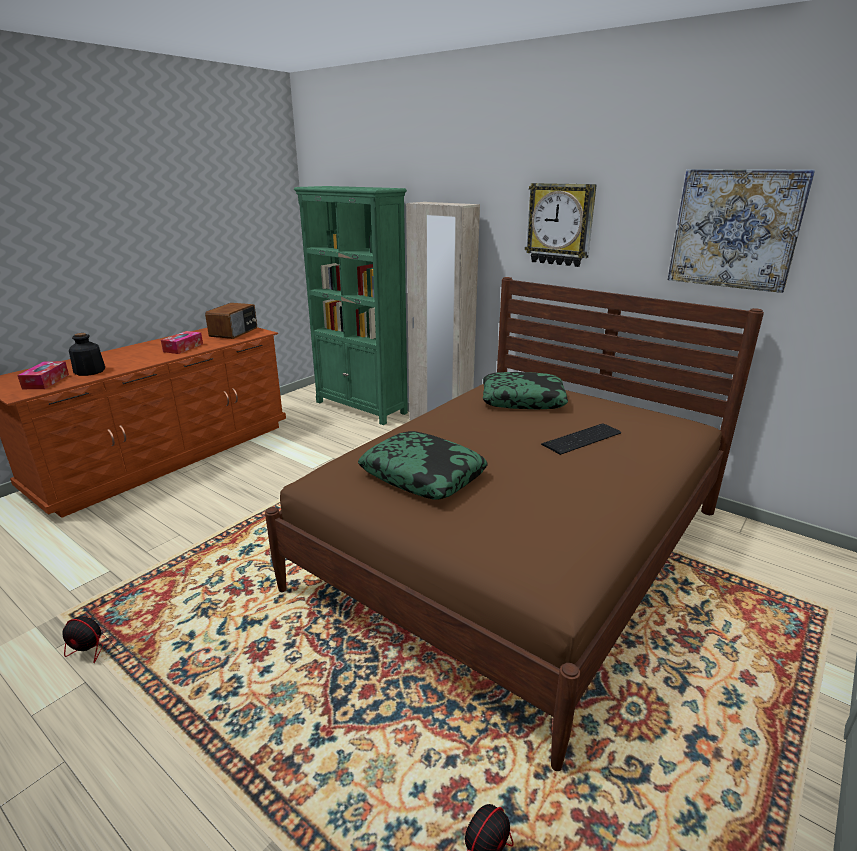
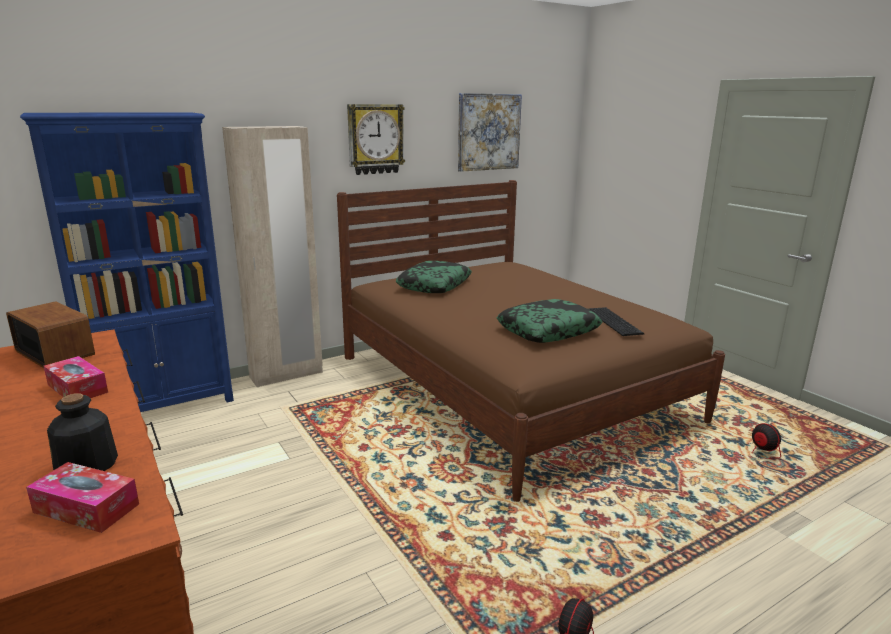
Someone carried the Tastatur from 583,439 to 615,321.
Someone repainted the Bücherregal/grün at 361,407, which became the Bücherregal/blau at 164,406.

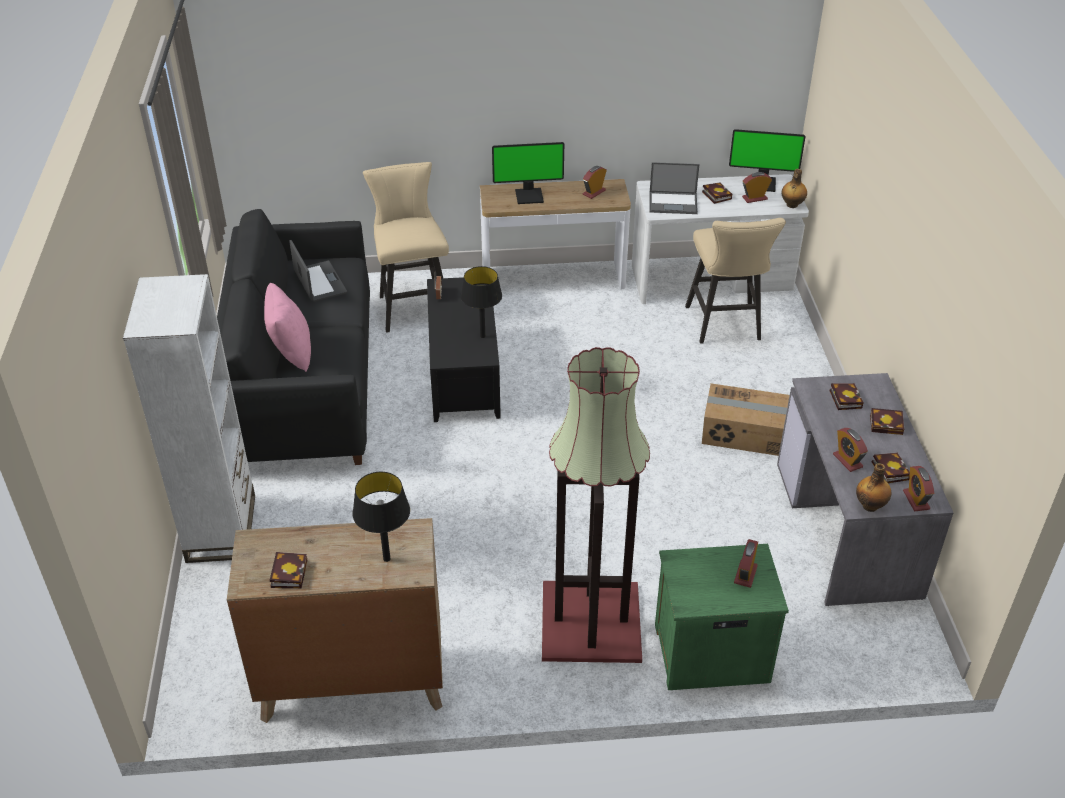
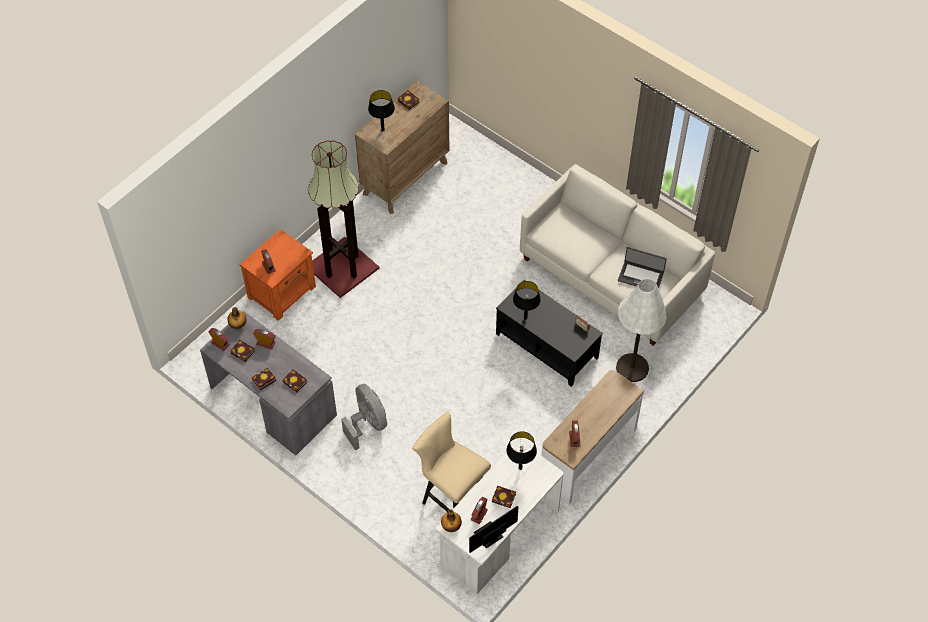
Someone took away the Bücherregal/weiß at 221,528.
Someone took away the Kissen/rosa at 291,352.
Someone took away the Monitor at 529,195.
Someone swapped the Hocker/beige at 413,306 for the Stehlampe/weiß at 632,368.
Someone swapped the Laptop at 673,203 for the Tischlampe/schwarz at 520,468.
Someone swapped the Karton at 748,434 for the Ventilator/grau at 367,424.
Someone repainted the Sofa/schwarz at 303,384, which became the Sofa/weiß at 611,276.
Someone repainted the Nachttisch/grün at 709,652, which became the Nachttisch/orange at 283,292.

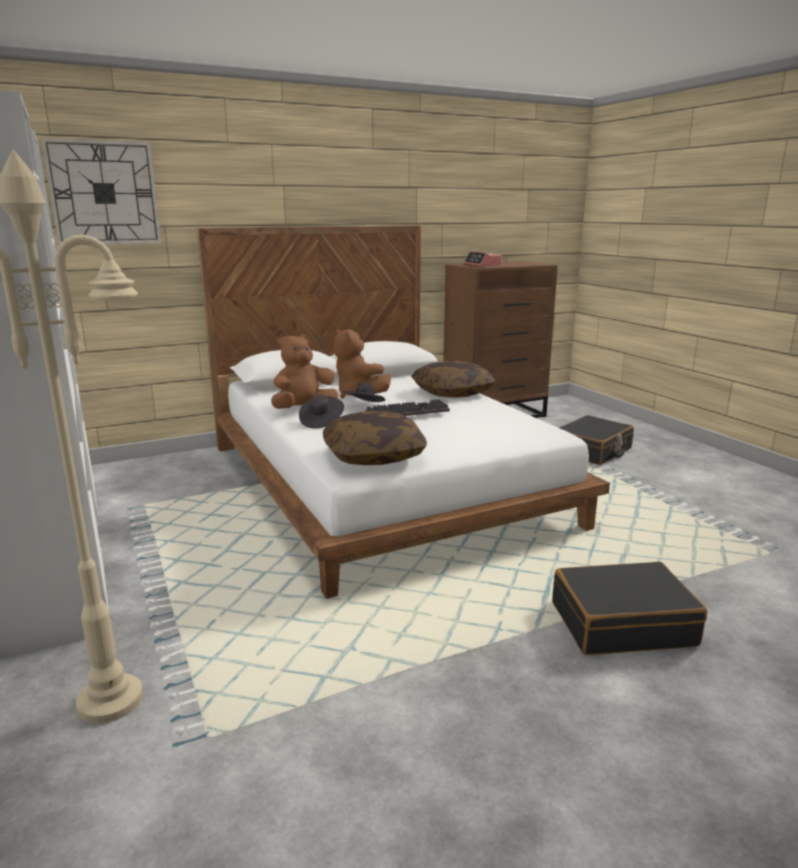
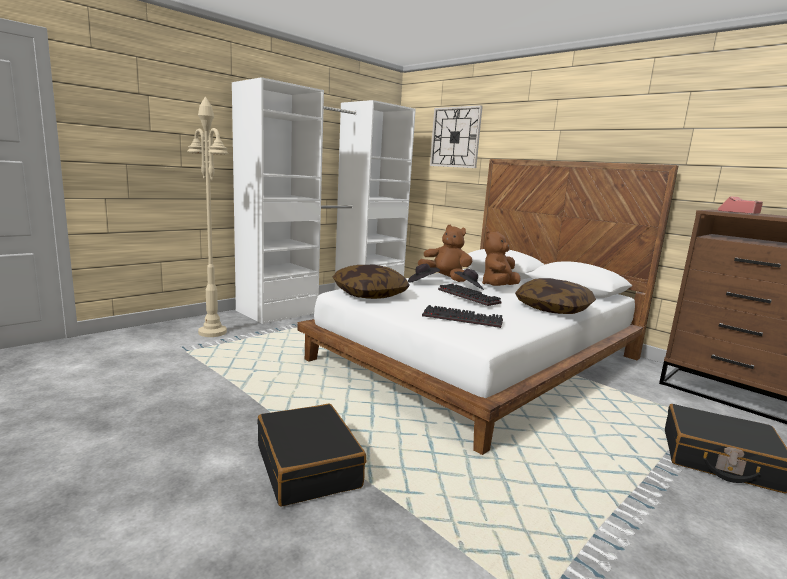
Someone put down the Tastatur at 464,318.

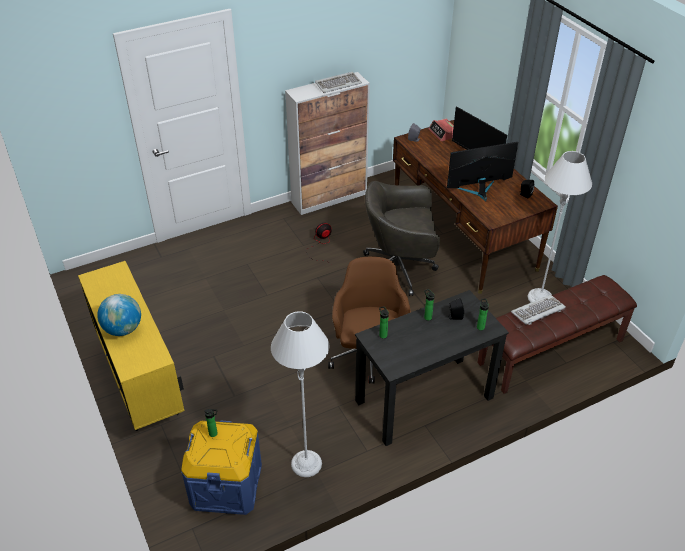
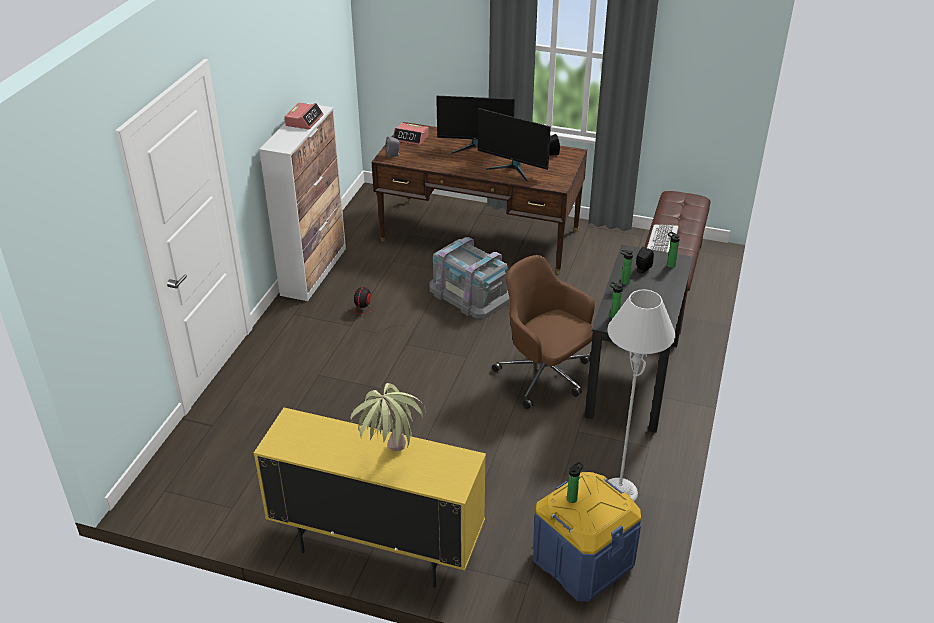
Someone took away the Stehlampe/grau at 540,298.
Someone swapped the Globus at 123,329 for the Topfpflanze at 389,462.
Someone swapped the Tastatur at 338,84 for the Wecker at 304,120.
Someone swapped the Bürostuhl/grau at 399,269 for the Aufbewahrungsbox/grau at 469,294.
Someone rotated the Monitor at 479,191 by 90 degrees counterclockwise.

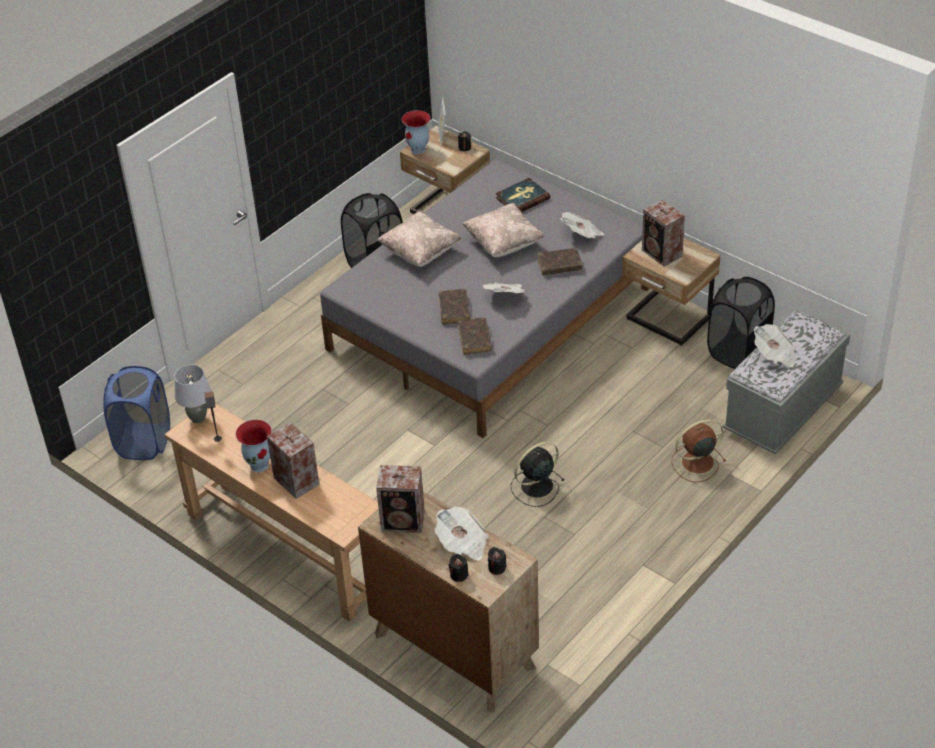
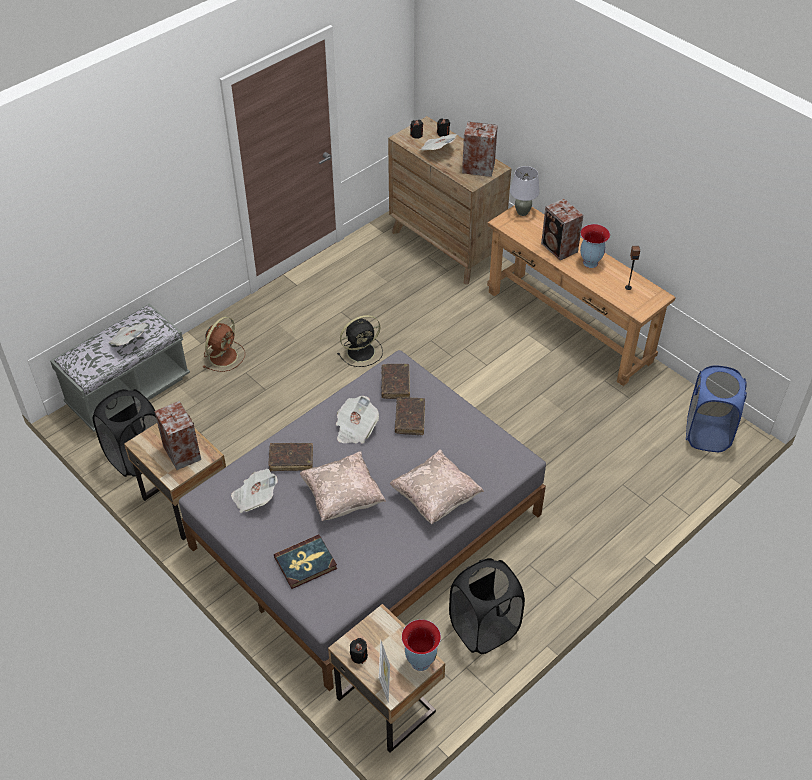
Someone carried the Tischlampe/grau from 198,418 to 522,212.
Someone rotated the Ventilator/braun at 696,463 by 45 degrees counterclockwise.

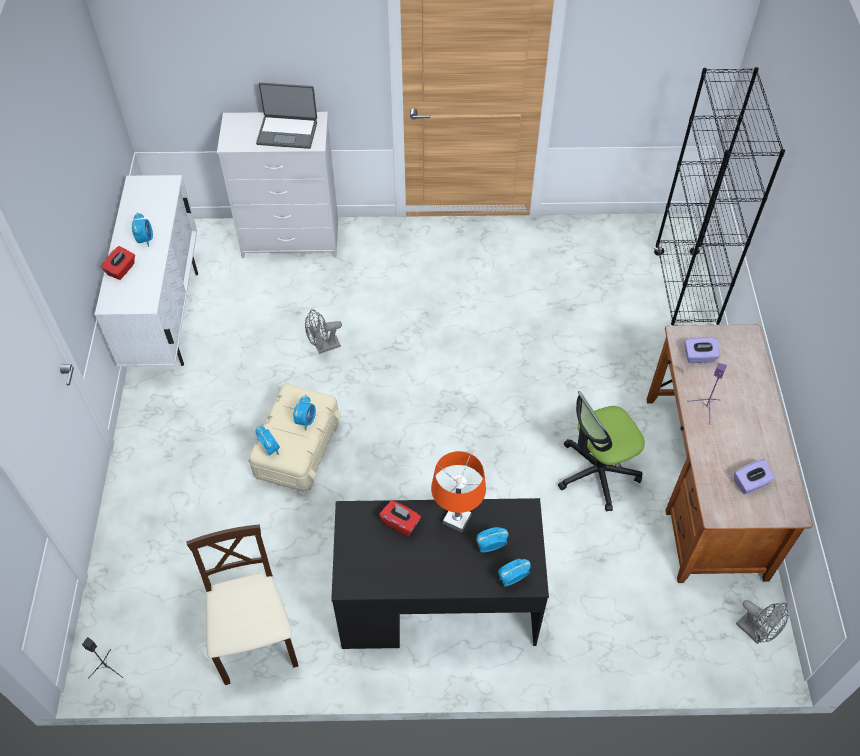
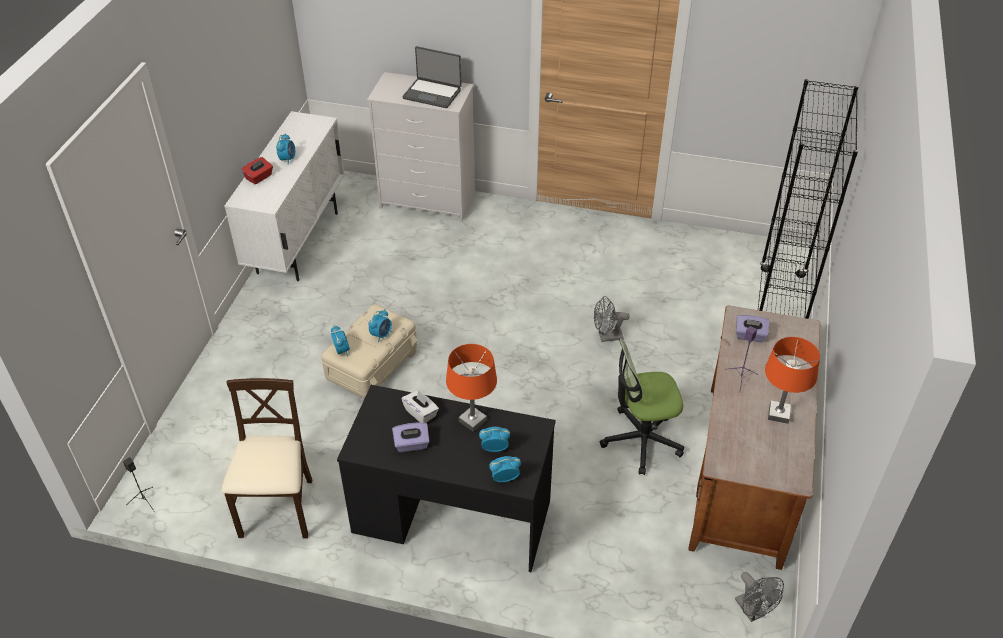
Someone put down the Tischlampe/orange at 778,414.
Someone carried the Ventilator/grau from 323,347 to 607,337.
Someone carried the Taschentuchbox/lila from 750,483 to 411,444.
Someone repainted the Taschentuchbox/rot at 400,523, which became the Taschentuchbox/weiß at 421,413.

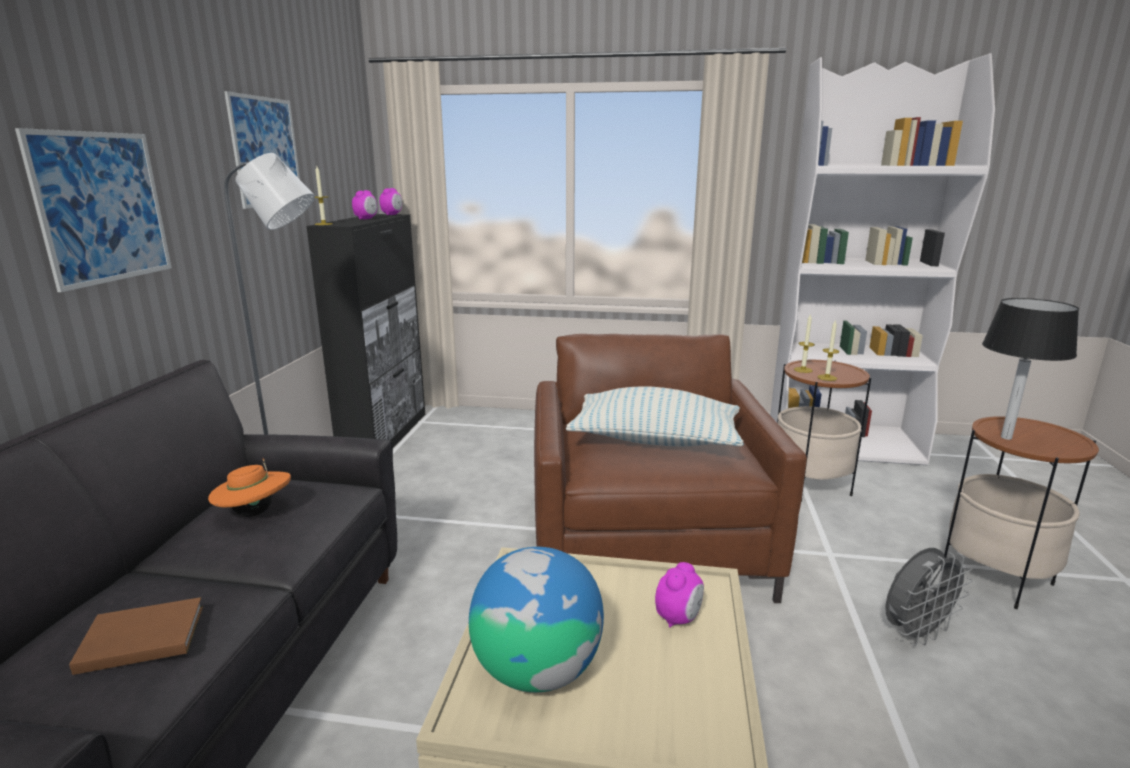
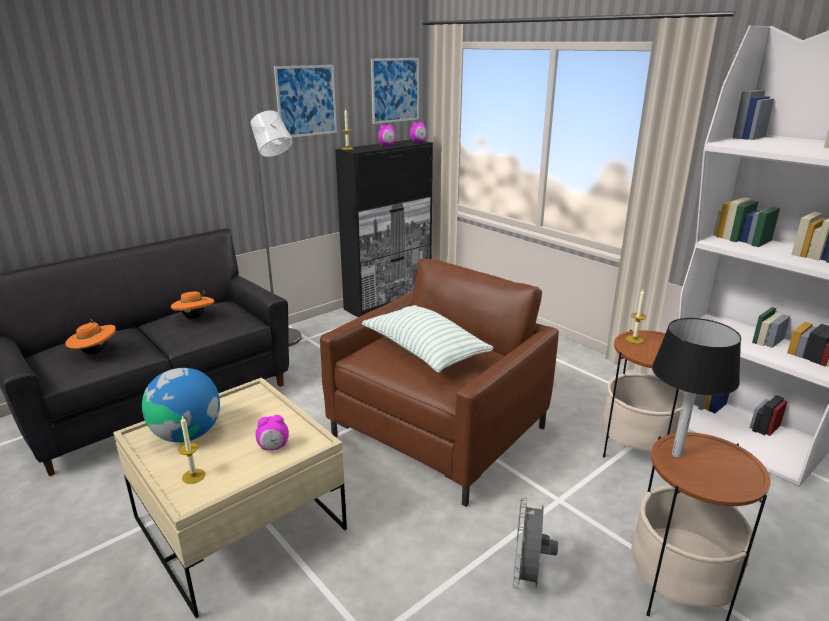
Someone carried the Bild from 102,207 to 395,90.
Someone carried the Kerze from 827,377 to 193,476.
Someone swapped the Buch/braun at 139,638 for the Hut/orange at 94,352.
Someone rotated the Ventilator/grau at 915,633 by 90 degrees clockwise.

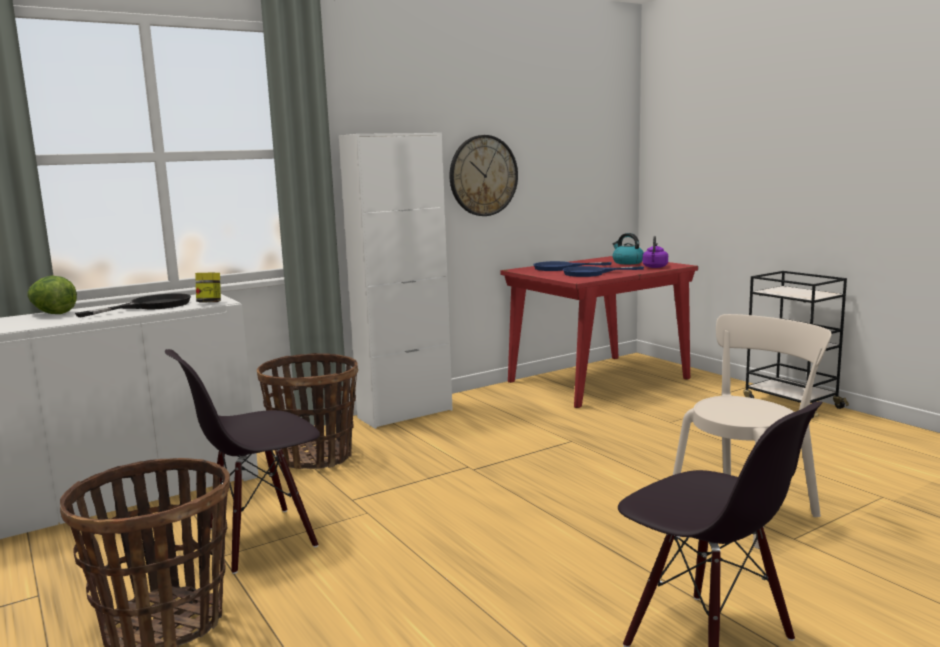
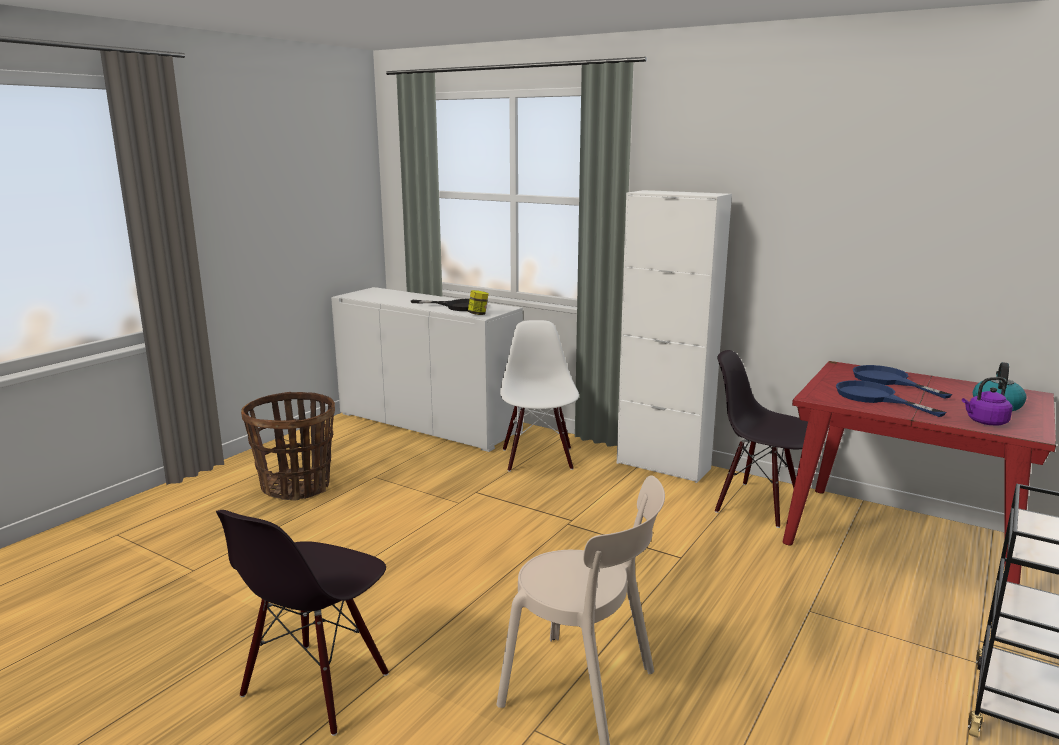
Someone took away the Salatkopf at 53,313.
Someone took away the Wanduhr at 483,175.
Someone carried the Stuhl/schwarz from 260,538 to 758,504.
Someone swapped the Korb at 315,457 for the Stuhl/weiß at 538,459.

